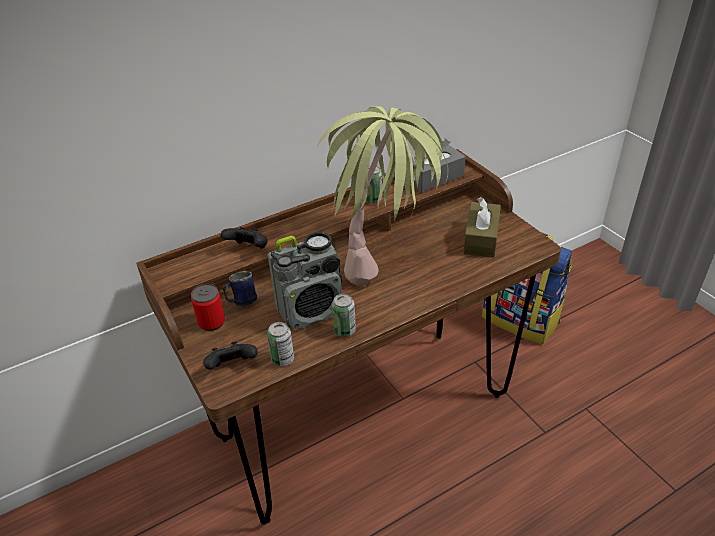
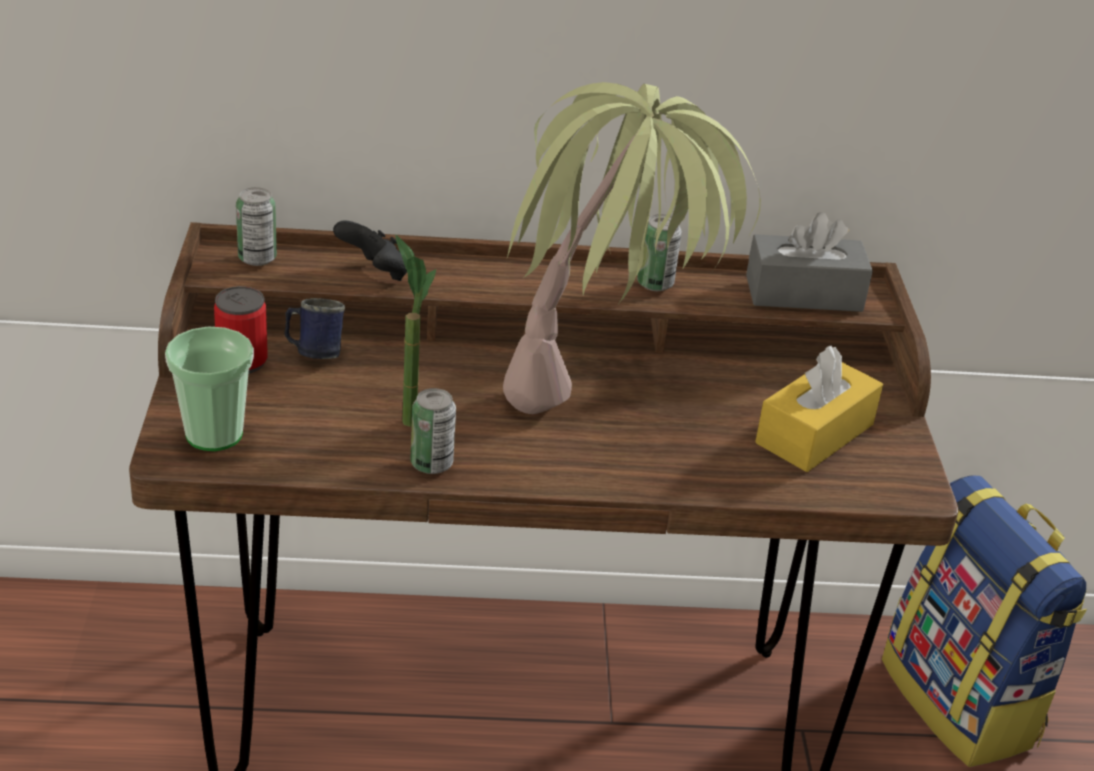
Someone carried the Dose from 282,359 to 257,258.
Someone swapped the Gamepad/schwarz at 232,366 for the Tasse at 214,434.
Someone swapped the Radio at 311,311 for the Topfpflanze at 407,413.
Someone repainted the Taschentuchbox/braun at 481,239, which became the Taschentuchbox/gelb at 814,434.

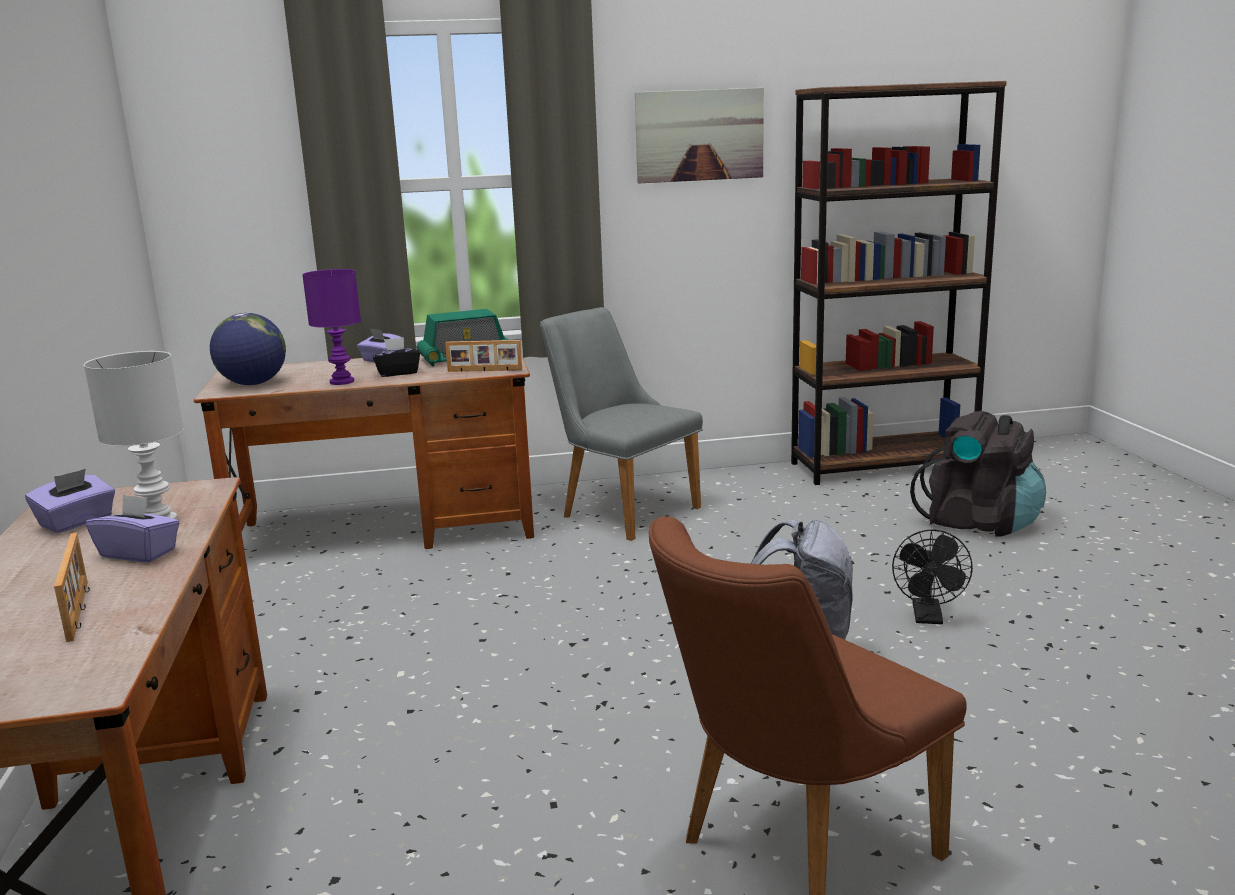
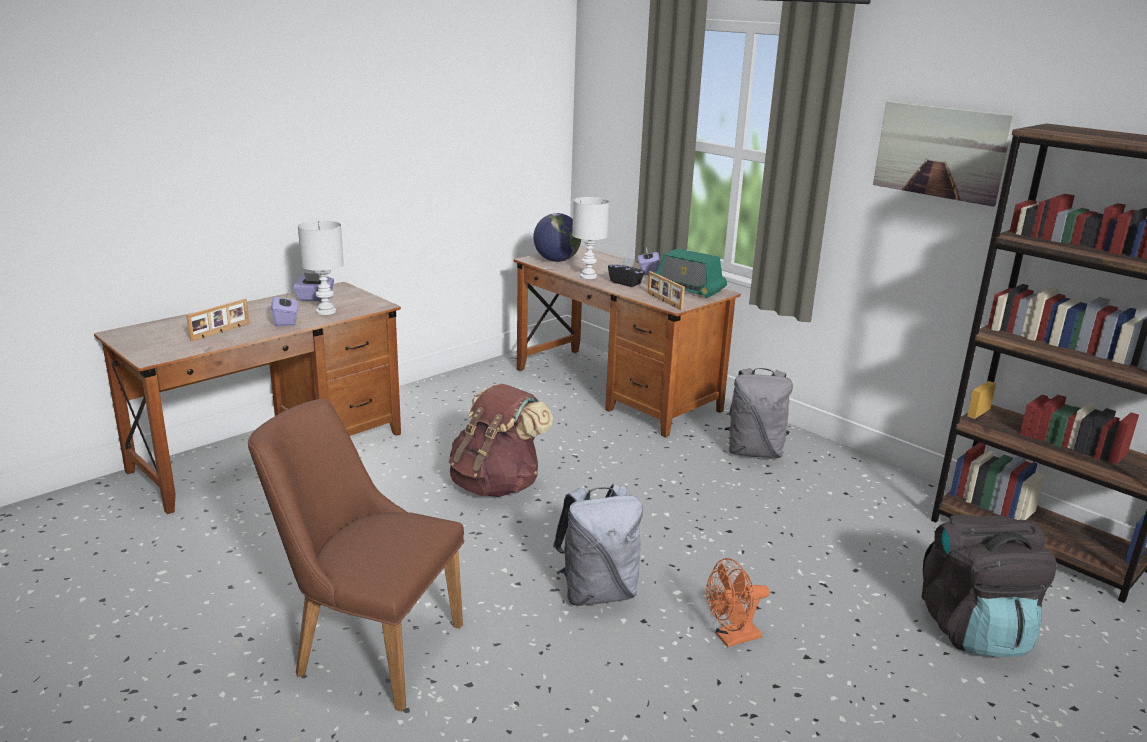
Someone put down the Rucksack/braun at 497,485.
Someone swapped the Stuhl/grau at 620,509 for the Rucksack/grau at 754,452.
Someone repainted the Tischlampe/lila at 341,382, which became the Tischlampe/weiß at 587,276.
Someone repainted the Ventilator/schwarz at 928,618, which became the Ventilator/orange at 732,638.

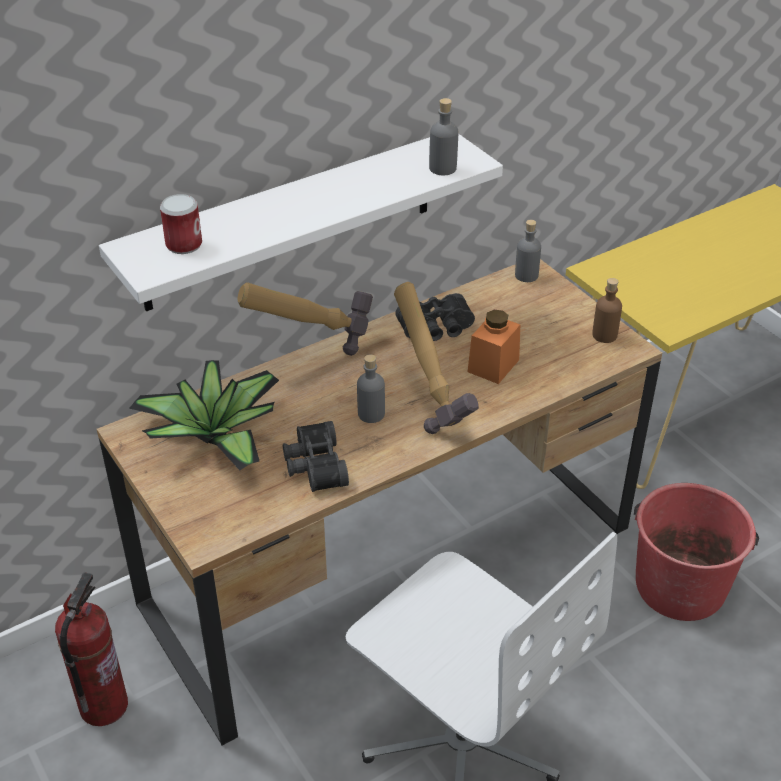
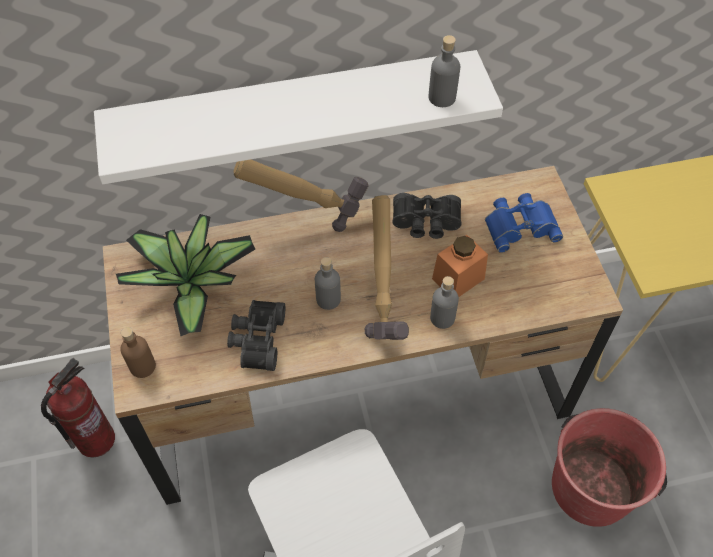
Someone took away the Dose at 184,244.
Someone put down the Fernglas/blau at 520,225.
Someone carried the Flasche/grau from 526,275 to 442,318.
Someone carried the Flasche/braun from 604,335 to 142,366.

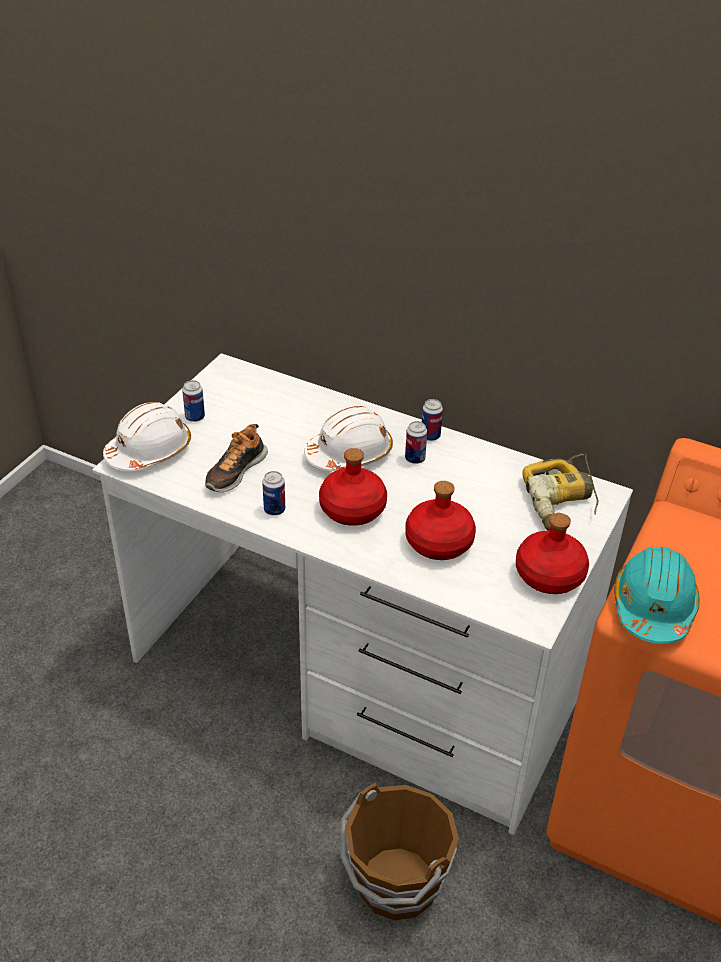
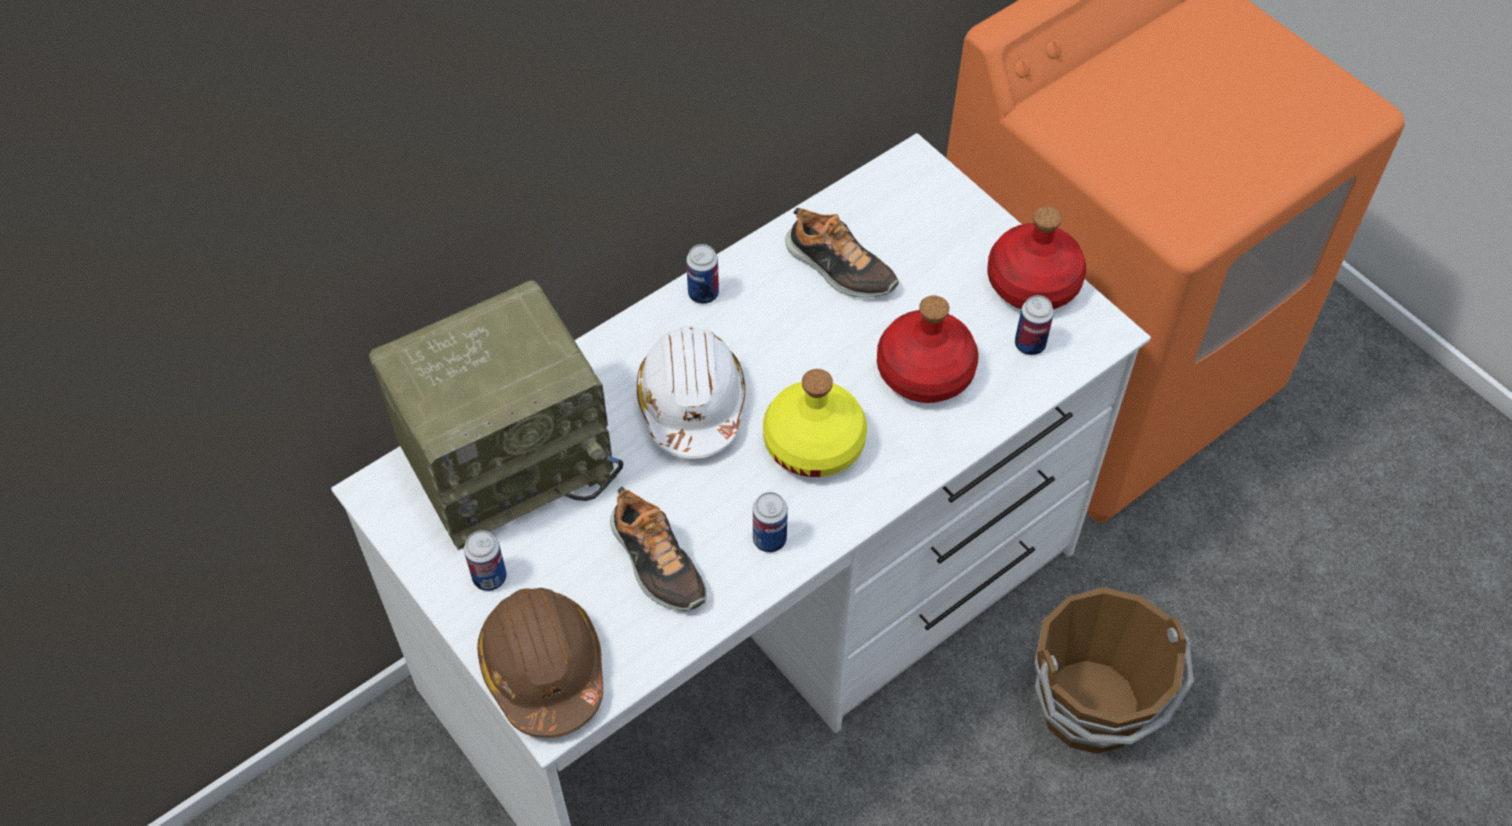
Someone took away the Bohrmaschine at 562,501.
Someone took away the Schutzhelm/türkis at 653,607.
Someone put down the Radio at 509,459.
Someone put down the Schuh at 839,268.
Someone carried the Dose from 415,458 to 1029,344.
Someone repainted the Schutzhelm/weiß at 149,451, which became the Schutzhelm/braun at 543,668.
Someone repainted the Flasche/rot at 353,509, which became the Flasche/gelb at 814,442.

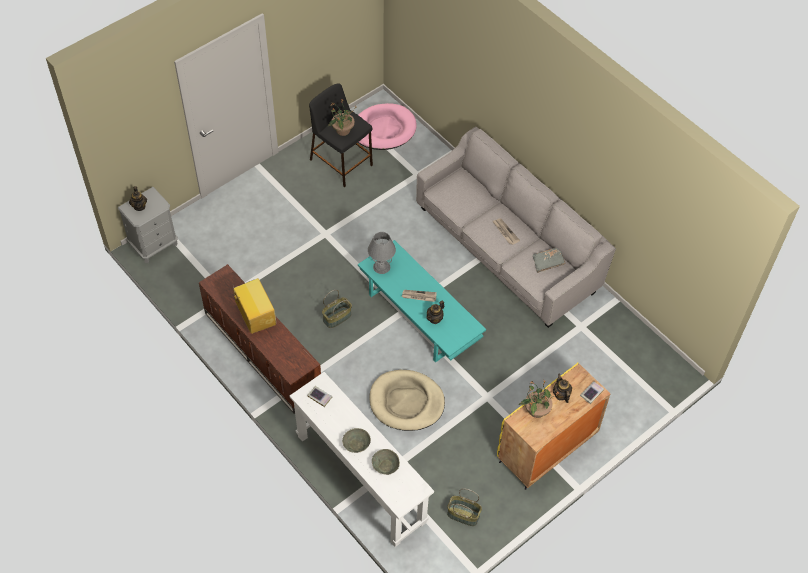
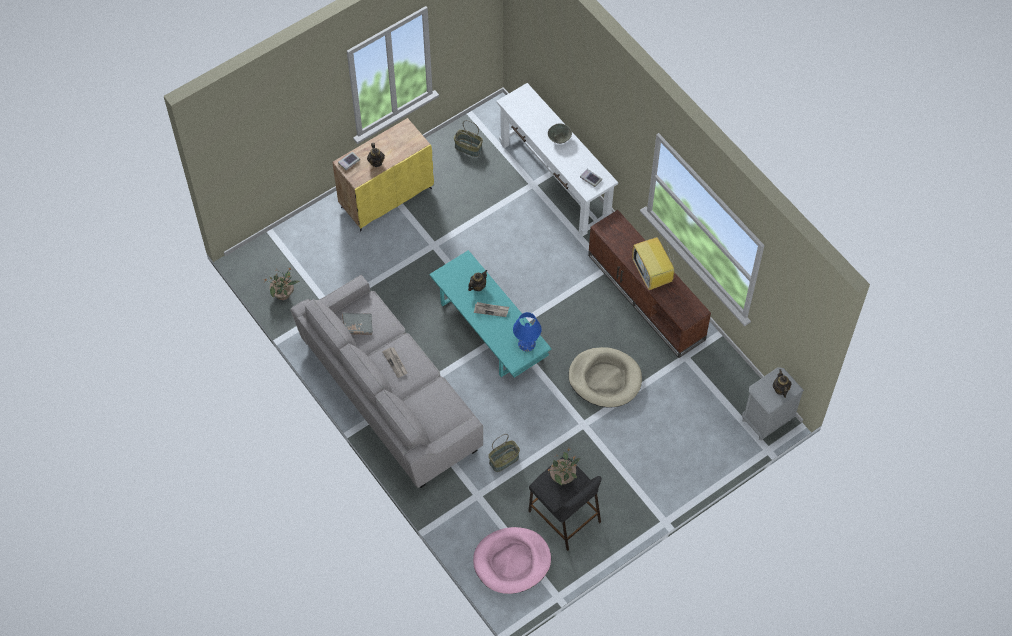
Someone took away the Schüssel/grau at 386,466.
Someone carried the Korb from 337,317 to 504,460.
Someone carried the Hundebett/beige from 406,402 to 605,379.
Someone carried the Topfpflanze from 536,410 to 283,294.
Someone repainted the Tischlampe/grau at 381,266, which became the Tischlampe/blau at 526,343.

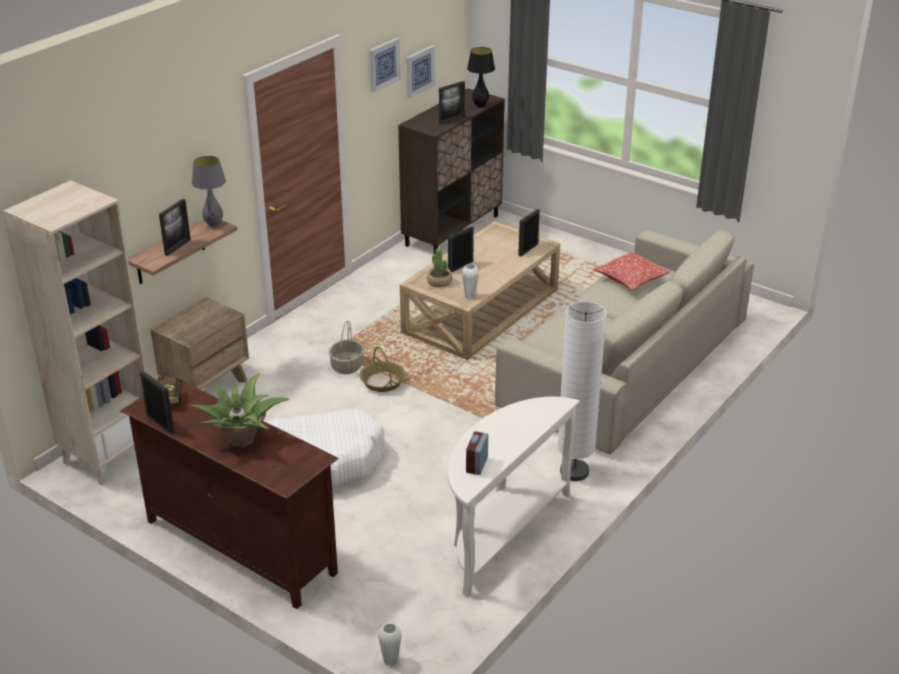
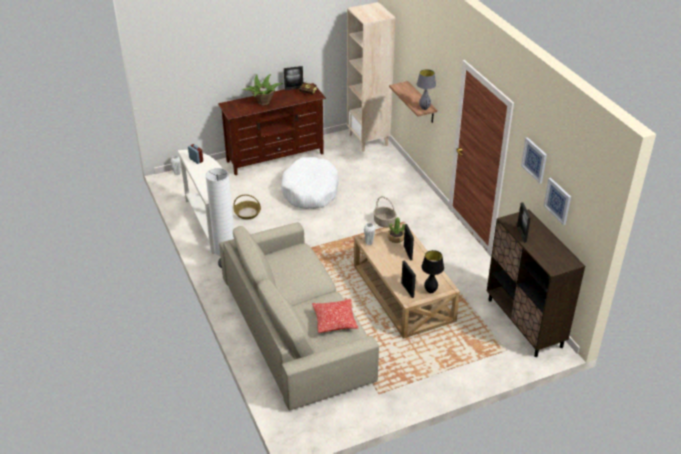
Someone took away the Nachttisch/braun at 206,387.
Someone took away the Bilderrahmen at 177,247.
Someone carried the Korb from 383,382 to 247,213.
Someone carried the Tischlampe/schwarz from 480,105 to 430,291.

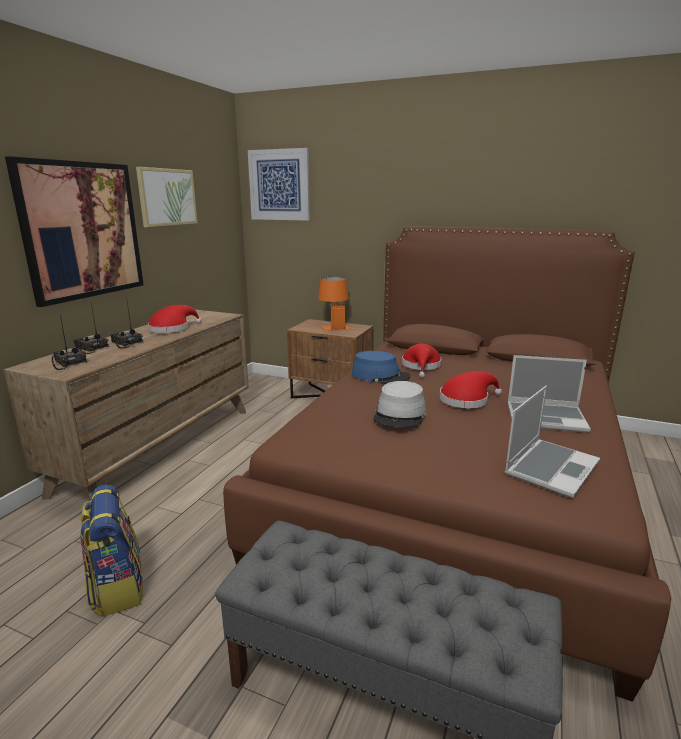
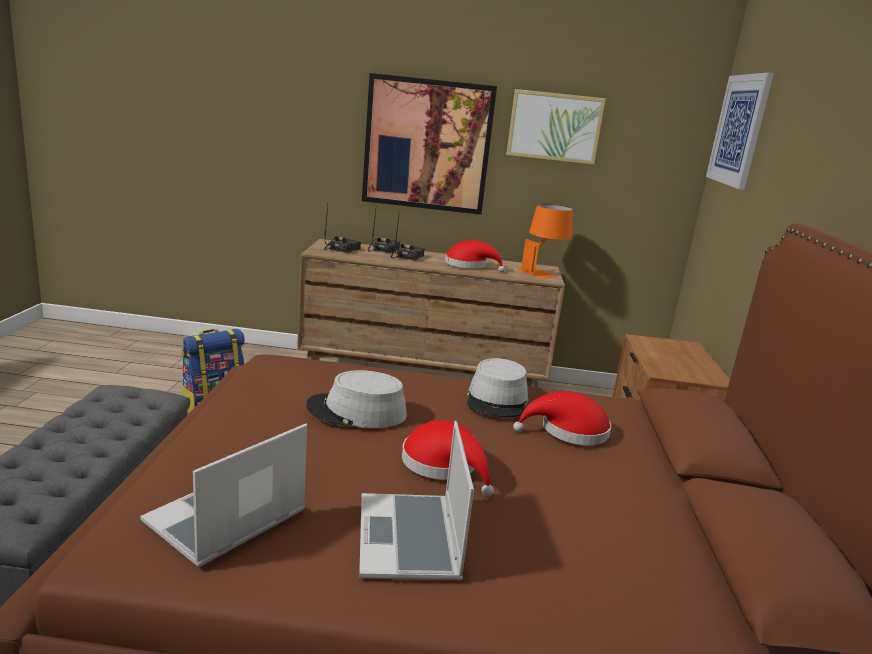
Someone carried the Tischlampe/orange from 334,326 to 542,272.
Someone repainted the Hut/blau at 380,376, which became the Hut/grau at 497,400.
Someone rotated the Laptop at 551,467 by 105 degrees clockwise.

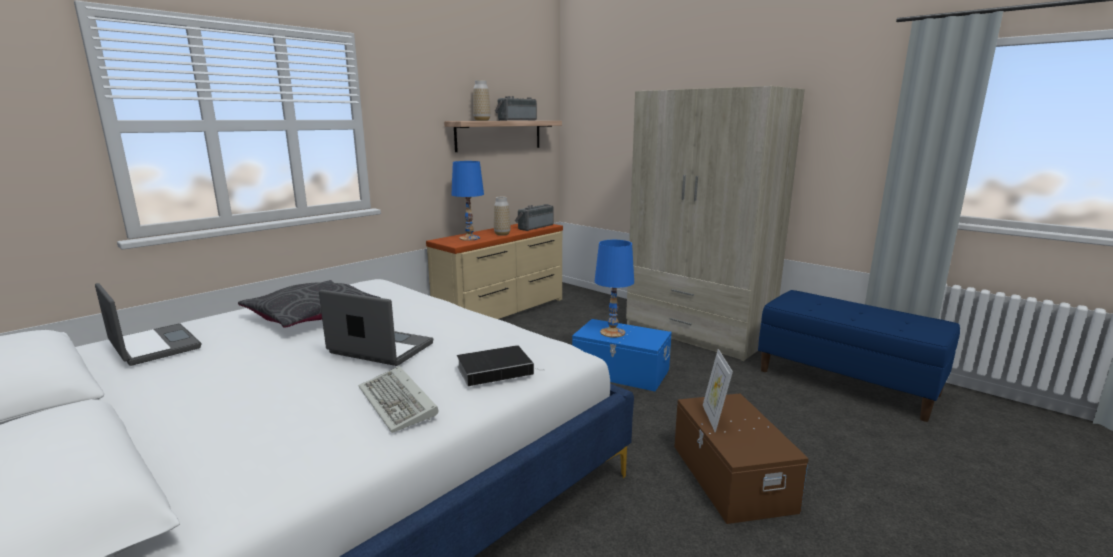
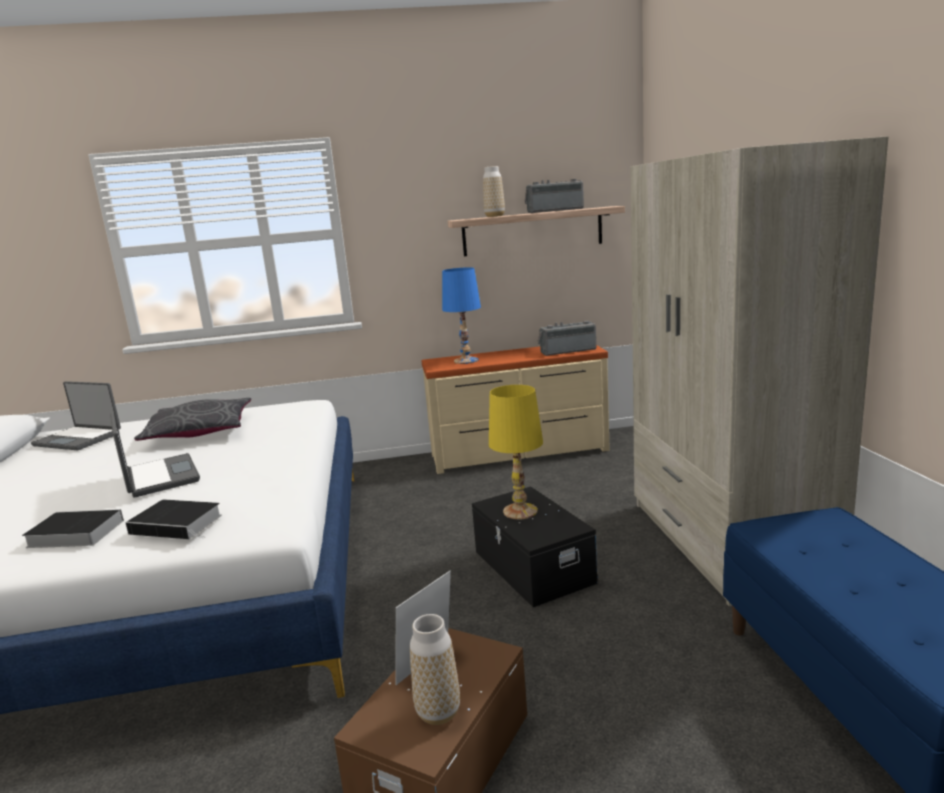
Someone carried the Vase from 502,234 to 438,712.
Someone swapped the Tastatur at 399,403 for the Buch at 72,534.
Someone repainted the Aufbewahrungsbox/blau at 620,372, which became the Aufbewahrungsbox/schwarz at 532,567.
Someone repainted the Tischlampe/blau at 613,332, which became the Tischlampe/gelb at 520,511.
Someone rotated the Laptop at 153,346 by 120 degrees clockwise.

